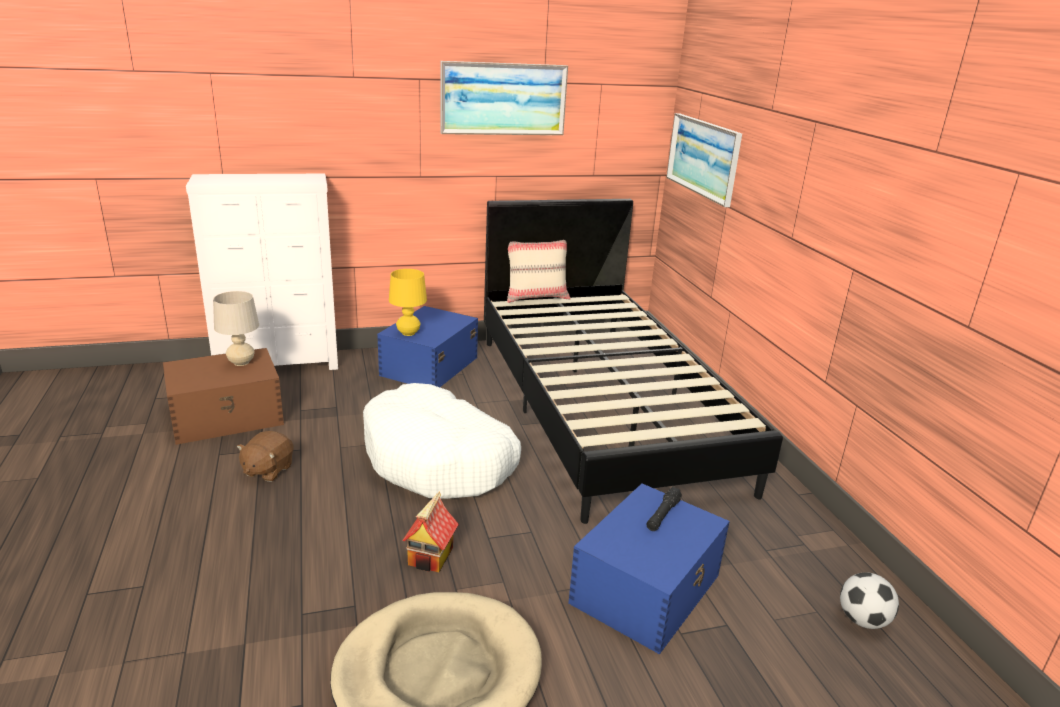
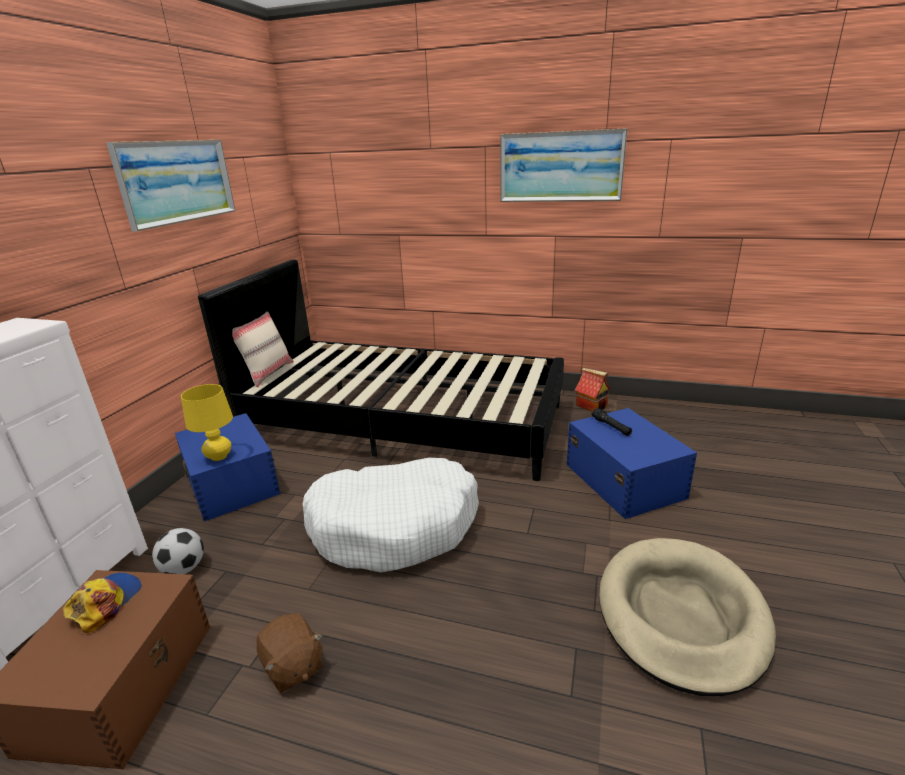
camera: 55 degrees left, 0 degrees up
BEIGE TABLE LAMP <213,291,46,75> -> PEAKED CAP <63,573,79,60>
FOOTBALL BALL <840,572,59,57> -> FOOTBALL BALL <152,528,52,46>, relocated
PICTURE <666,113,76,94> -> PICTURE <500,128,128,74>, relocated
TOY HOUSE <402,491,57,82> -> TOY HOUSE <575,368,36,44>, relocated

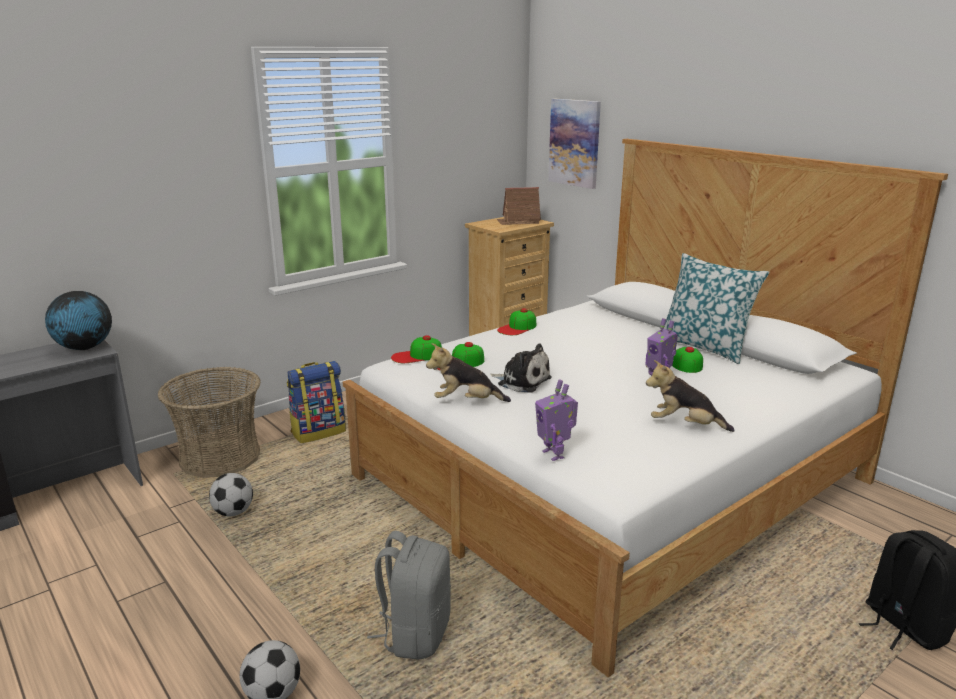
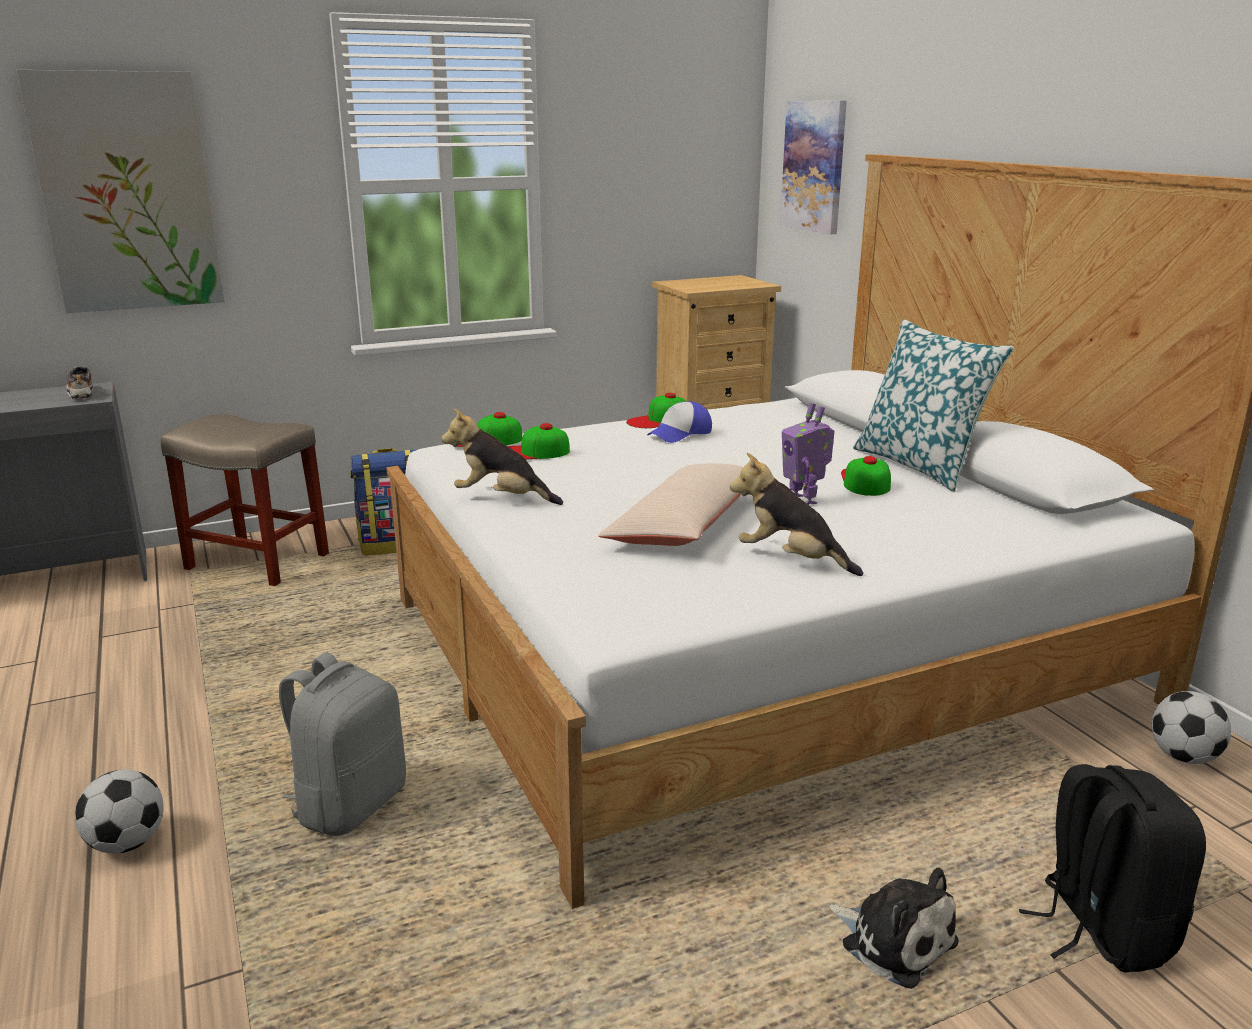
camera: 15 degrees right, 0 degrees up
none -> PICTURE <16,70,208,243>
DESK GLOBE <45,291,67,59> -> SHOE <66,366,27,34>
BASKET <158,367,103,111> -> BEIGE STOOL <161,414,168,172>
none -> BEIGE THROW PILLOW <598,463,145,83>
none -> PEAKED CAP <647,401,65,42>
SOFT TOY <491,344,61,49> -> SOFT TOY <830,868,128,121>, relocated
FOOTBALL BALL <209,473,44,43> -> FOOTBALL BALL <1152,691,79,73>, relocated
TOY HOUSE <497,187,44,38> -> none
TOY ROBOT <535,380,43,81> -> none

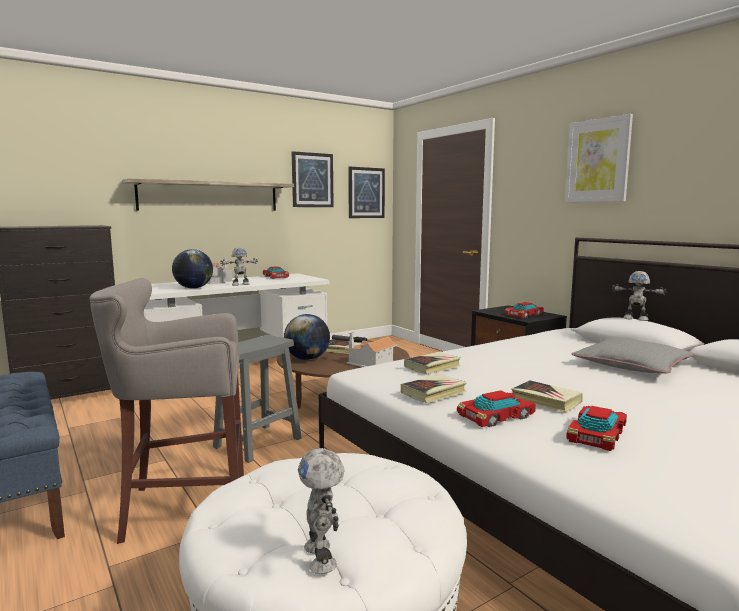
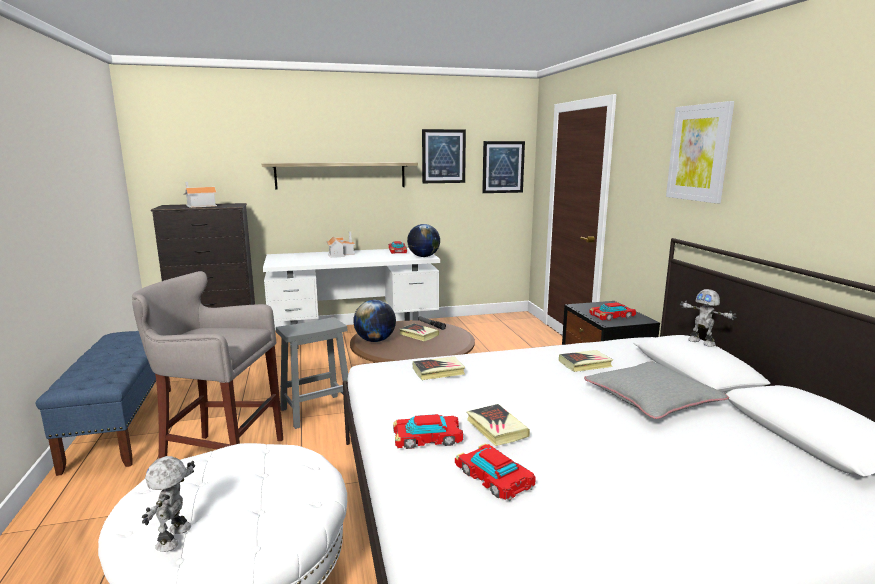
camera: 20 degrees right, 5 degrees up
TOY HOUSE <344,332,53,35> -> TOY HOUSE <183,182,34,26>, relocated
DESK GLOBE <172,249,41,40> -> DESK GLOBE <407,224,33,33>, relocated
MODEL CAR <566,406,61,45> -> MODEL CAR <455,444,81,57>, 90 degrees clockwise
VOLUME <401,374,66,29> -> VOLUME <559,350,54,22>, relocated
TOY ROBOT <220,247,38,39> -> none

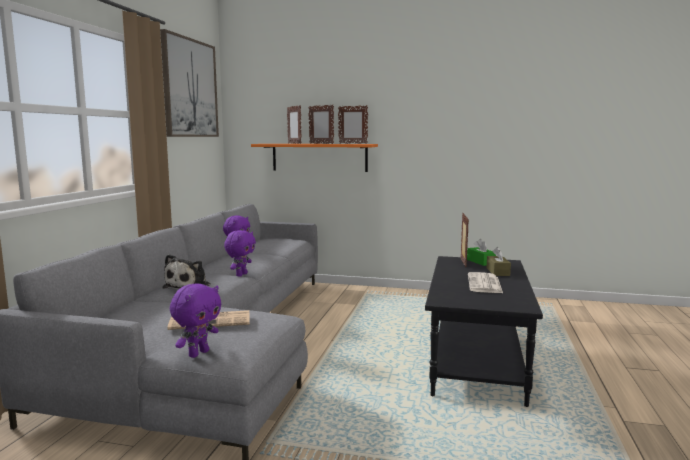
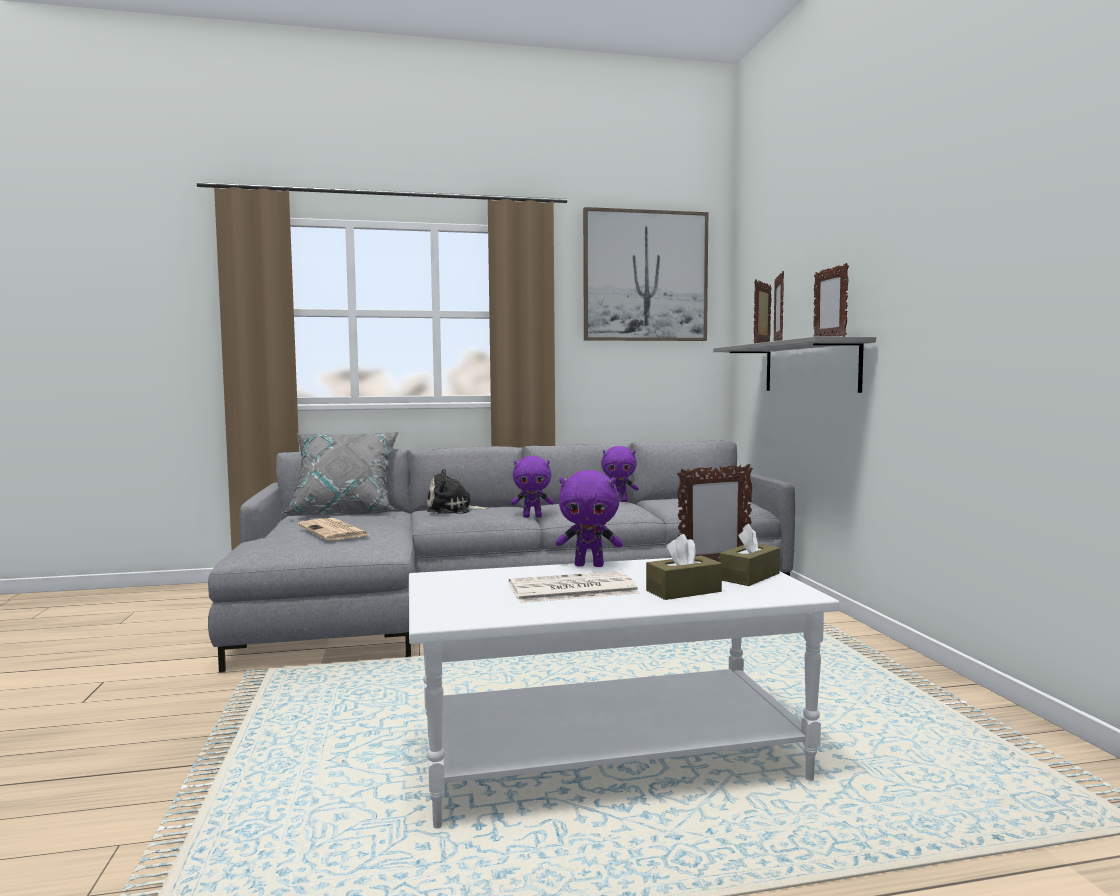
camera: 65 degrees right, 5 degrees down
none -> GREYISH THROW PILLOW <282,432,117,83>
BLACK-COLOURED LOUNGE TABLE <425,256,118,151> -> WHITISH LOUNGE TABLE <409,558,431,271>
PURPLE-COLOURED SOFT TOY <170,283,51,75> -> PURPLE-COLOURED SOFT TOY <556,470,67,97>, relocated
ORANGEY WALL SHELF <251,144,127,28> -> GREYISH WALL SHELF <713,336,163,57>
GREENISH BOX OF TISSUES <467,239,29,27> -> BROWN BOX OF TISSUES <719,524,61,62>

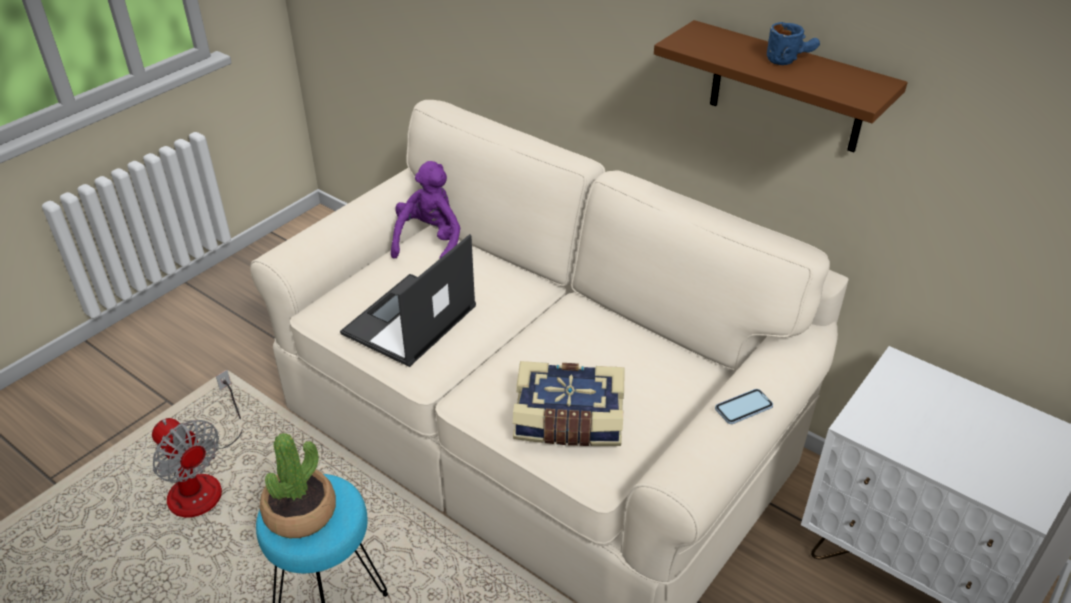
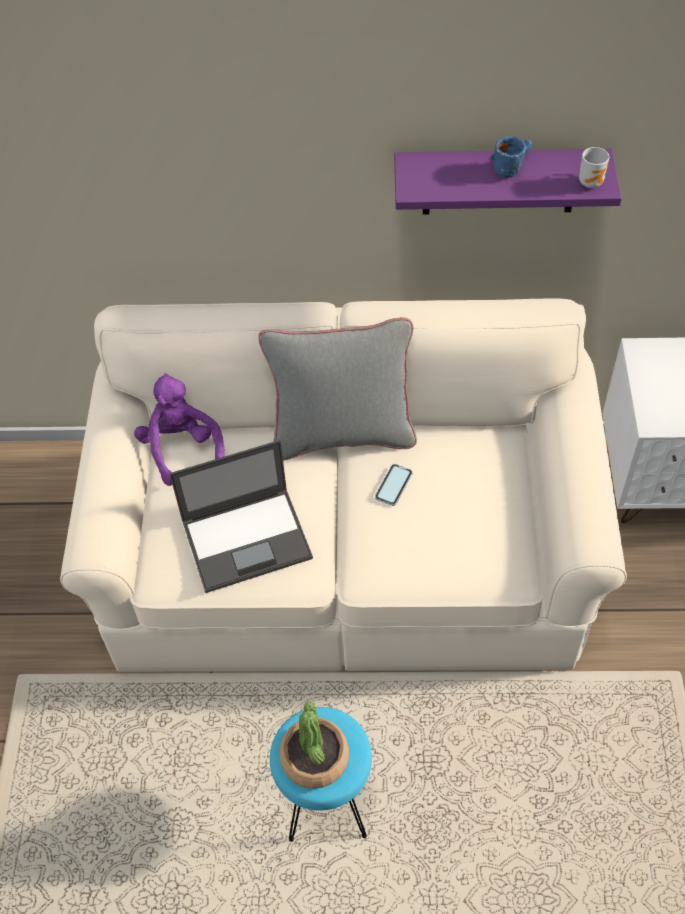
camera: 35 degrees left, 15 degrees up
NOTEBOOK COMPUTER <340,234,136,133> -> NOTEBOOK COMPUTER <170,440,143,153>, 105 degrees counterclockwise
none -> GREYISH THROW PILLOW <258,317,159,144>
TELEPHONE <715,389,58,35> -> TELEPHONE <375,464,37,42>, relocated
BROWN WALL SHELF <654,20,254,132> -> PURPLE-COLOURED WALL SHELF <394,149,228,66>
none -> TEA MUG <579,147,30,41>
ELECTRIC FAN <152,370,91,147> -> none
VOLUME <513,361,112,85> -> none

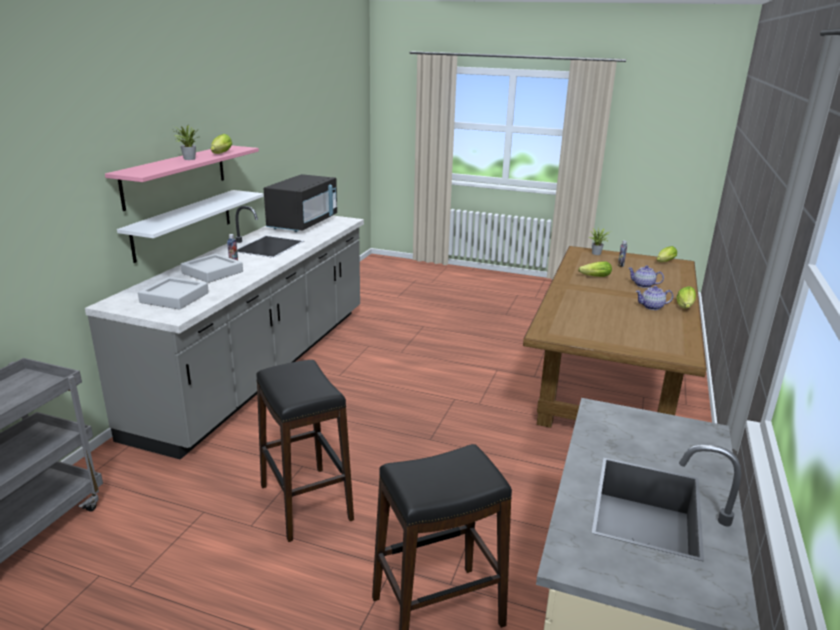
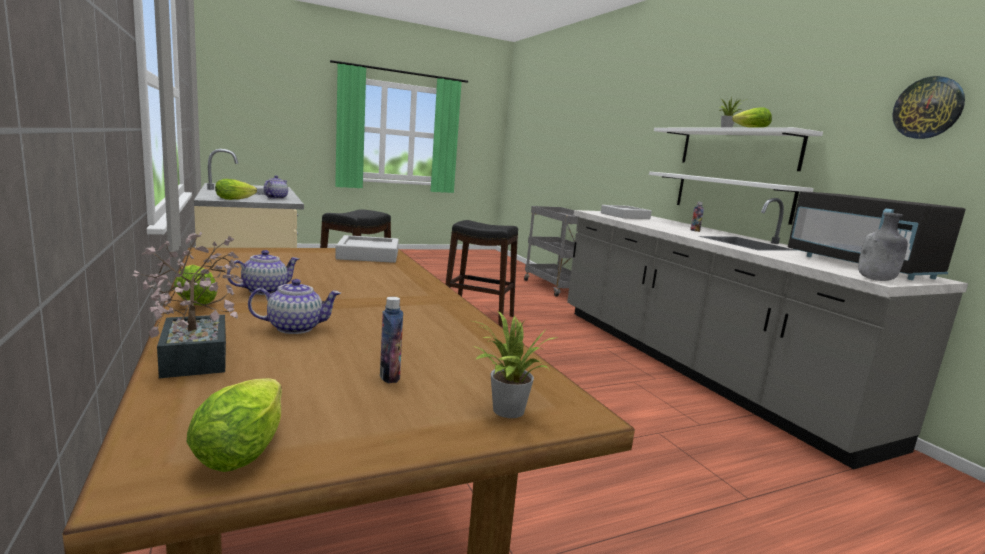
camera: 135 degrees right, 10 degrees down
none -> POTTED PLANT <133,232,110,146>
LETTUCE HEAD <578,261,34,16> -> LETTUCE HEAD <215,179,42,21>, relocated
none -> TEAPOT <264,175,24,24>
GREYISH TRAY <181,254,62,29> -> GREYISH TRAY <335,235,64,28>, relocated
PINK-COLOURED WALL SHELF <105,146,154,65> -> WHITISH WALL SHELF <654,127,169,44>
none -> GREYISH BEVERAGE BOTTLE <858,212,50,69>
none -> WALL CLOCK <892,76,73,63>

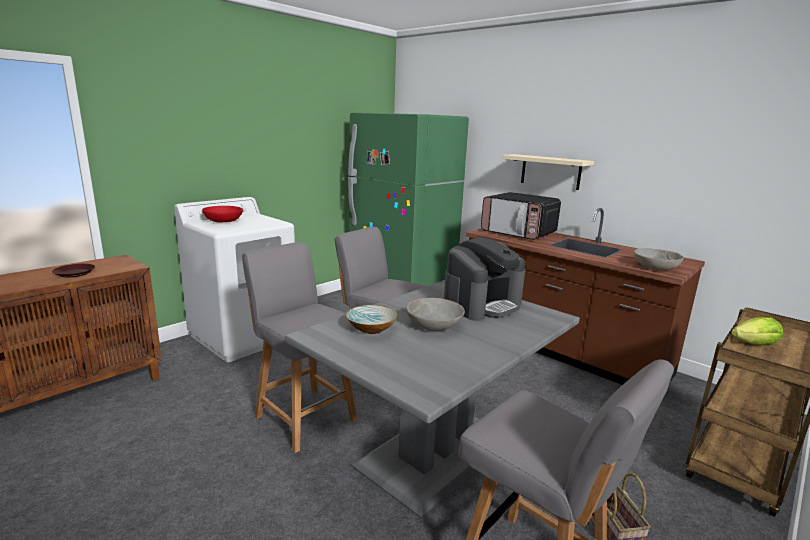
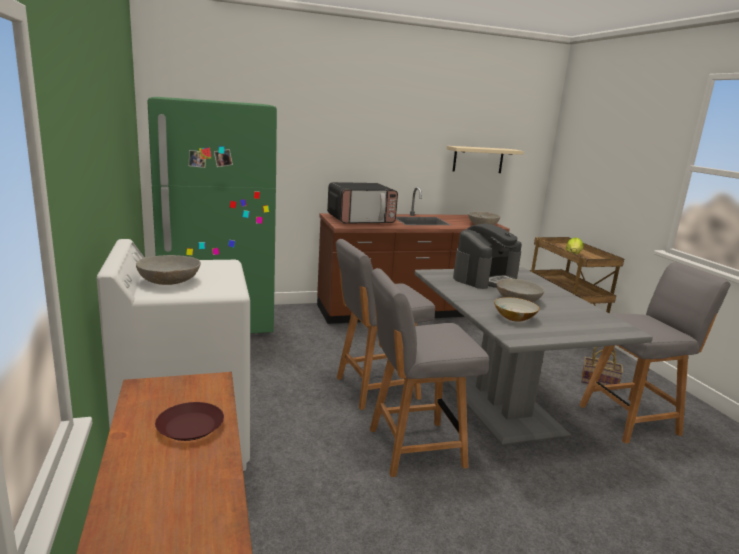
camera: 60 degrees left, 0 degrees up
RED-COLOURED DEEP DISH <202,206,41,16> -> GREYISH DEEP DISH <136,255,65,30>
BEIGE WALL SHELF <502,154,92,36> -> BEIGE WALL SHELF <447,146,77,27>, relocated
COFFEE BREWER <444,237,81,84> -> COFFEE BREWER <453,223,69,66>, 60 degrees clockwise

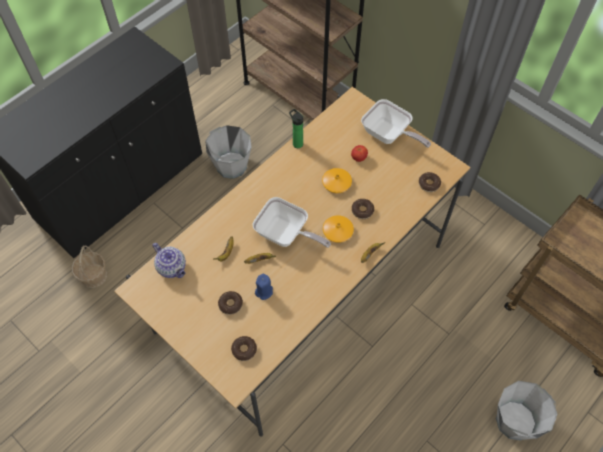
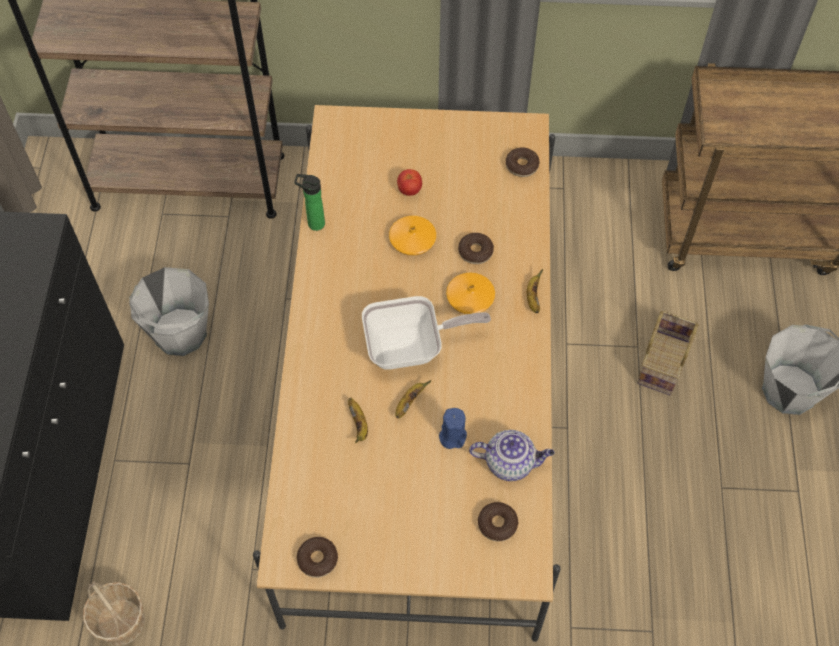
camera: 40 degrees left, 0 degrees up
DOUGHNUT <218,291,25,24> -> DOUGHNUT <297,537,41,41>, relocated
TEAPOT <152,243,34,35> -> TEAPOT <469,430,85,51>, relocated
none -> BASKET <637,311,61,84>
FRYING PAN <361,99,70,49> -> none

